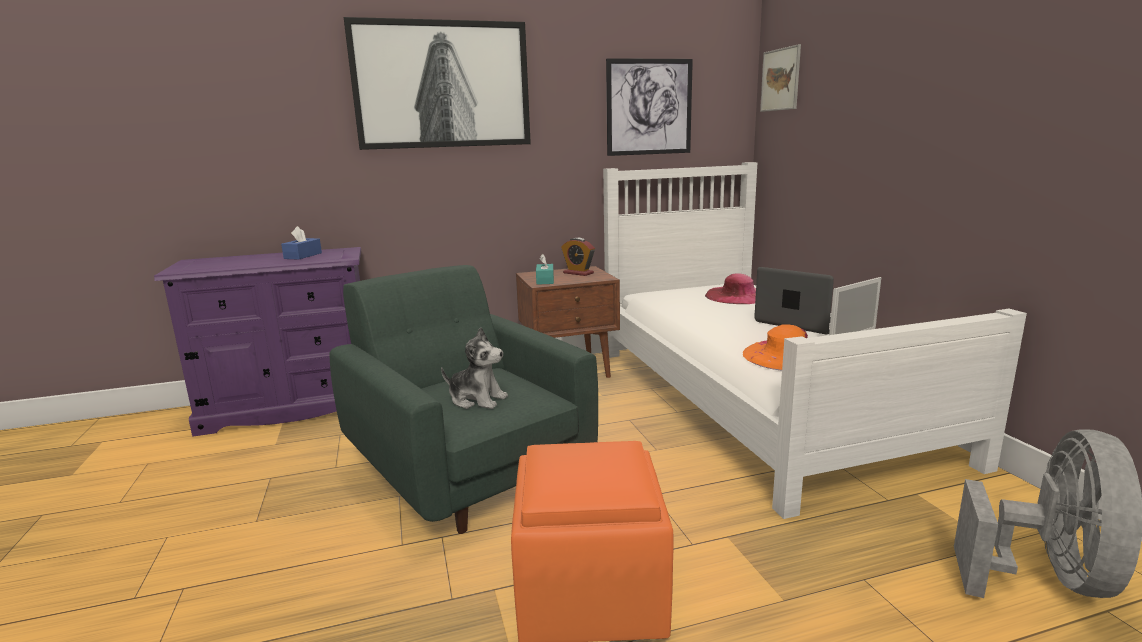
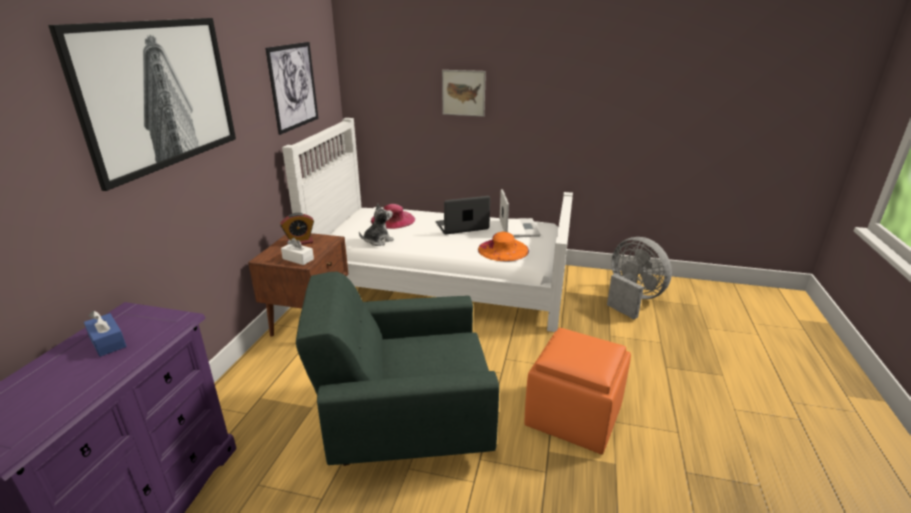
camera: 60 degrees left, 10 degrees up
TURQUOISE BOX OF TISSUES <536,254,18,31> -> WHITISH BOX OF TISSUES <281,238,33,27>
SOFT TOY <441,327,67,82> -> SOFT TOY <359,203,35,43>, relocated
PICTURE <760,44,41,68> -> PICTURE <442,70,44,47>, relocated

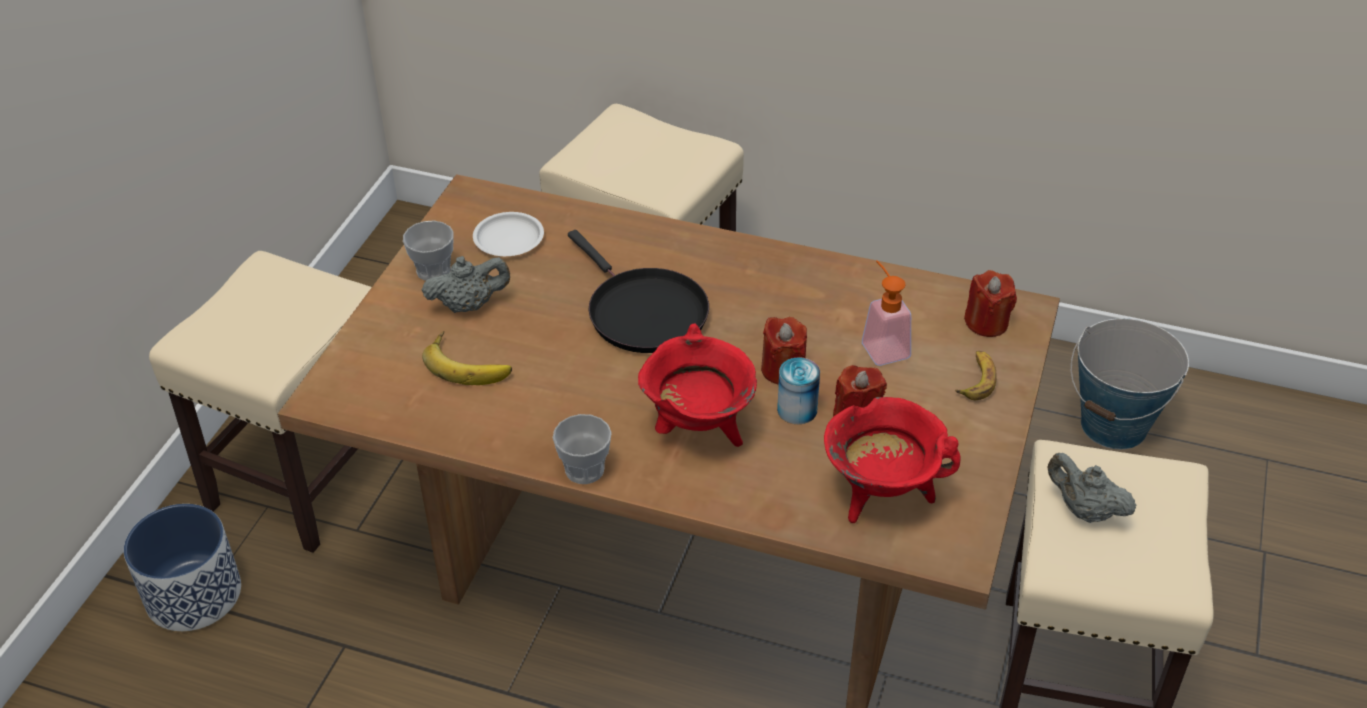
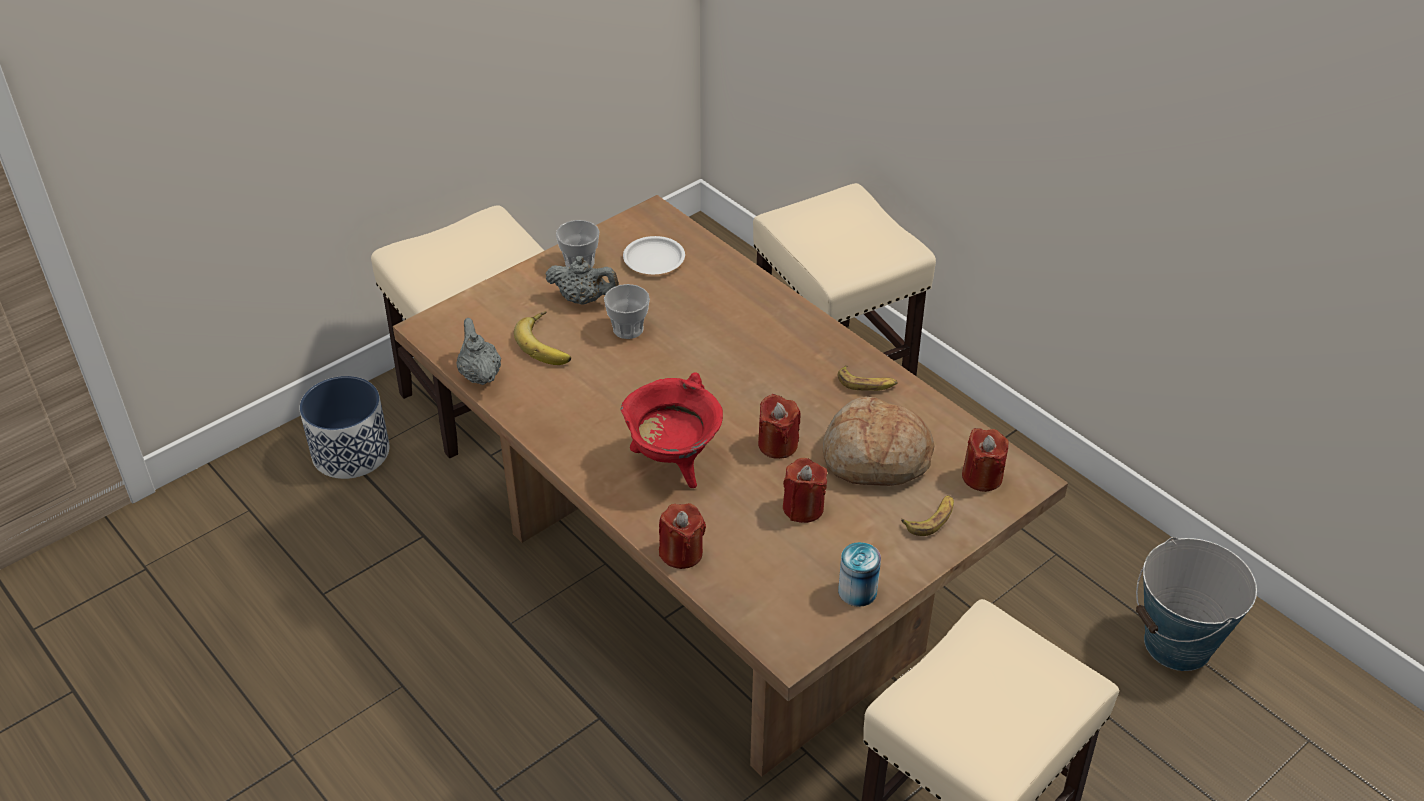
camera: 30 degrees right, 0 degrees up
GREYISH TEAPOT <1048,453,88,70> -> GREYISH TEAPOT <456,318,45,67>, relocated
CUP <553,414,59,70> -> CUP <604,284,46,55>, relocated
none -> RED-COLOURED WAX LIGHT <659,503,47,66>
LIQUID SOAP BOTTLE <862,260,49,106> -> BREAD <823,396,111,90>
none -> BANANA <838,365,60,26>
CAN <777,357,43,67> -> CAN <838,542,43,65>, relocated
BLACK-COLOURED FRYING PAN <568,230,141,123> -> none
RED-COLOURED STOCKPOT <824,397,137,126> -> none

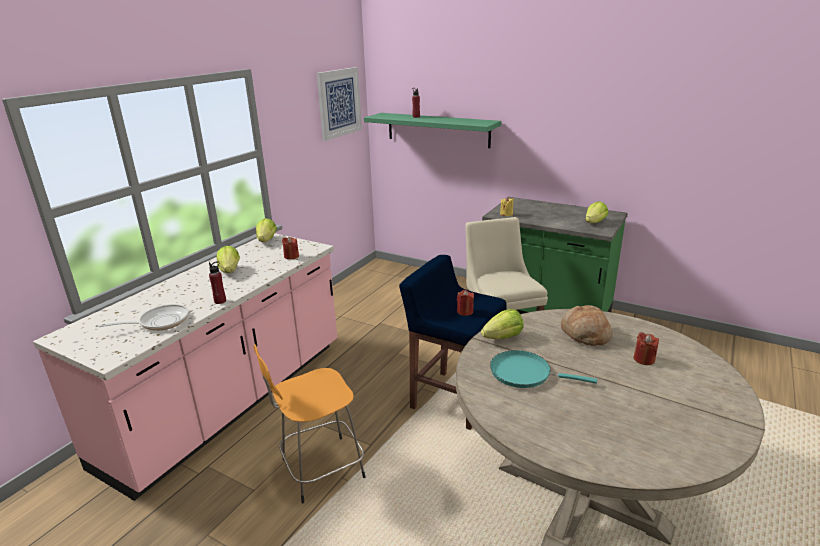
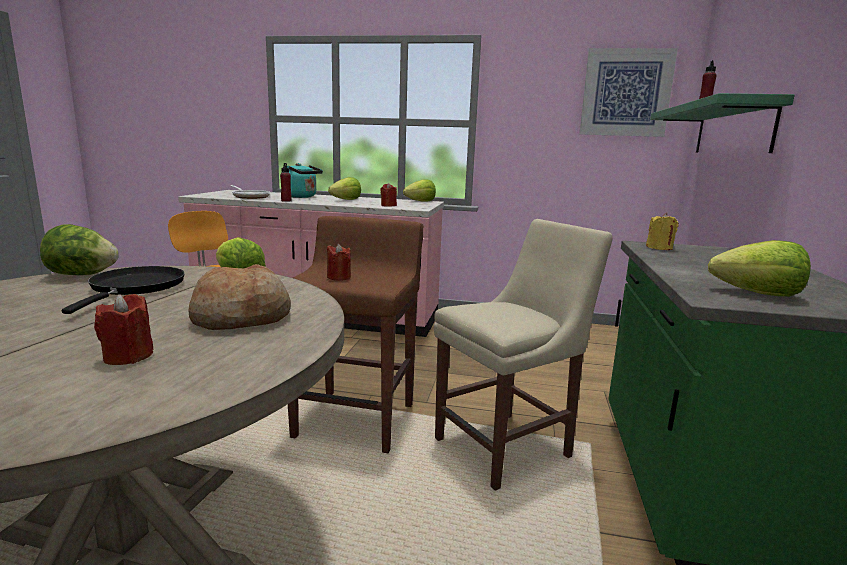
camera: 70 degrees right, 10 degrees down
none -> LETTUCE HEAD <40,224,79,51>
TURQUOISE FRYING PAN <490,350,107,38> -> BLACK-COLOURED FRYING PAN <62,266,123,48>
none -> TURQUOISE TEA KETTLE <287,163,36,35>
BLUISH STOOL <399,255,108,175> -> BROWN STOOL <288,216,135,237>

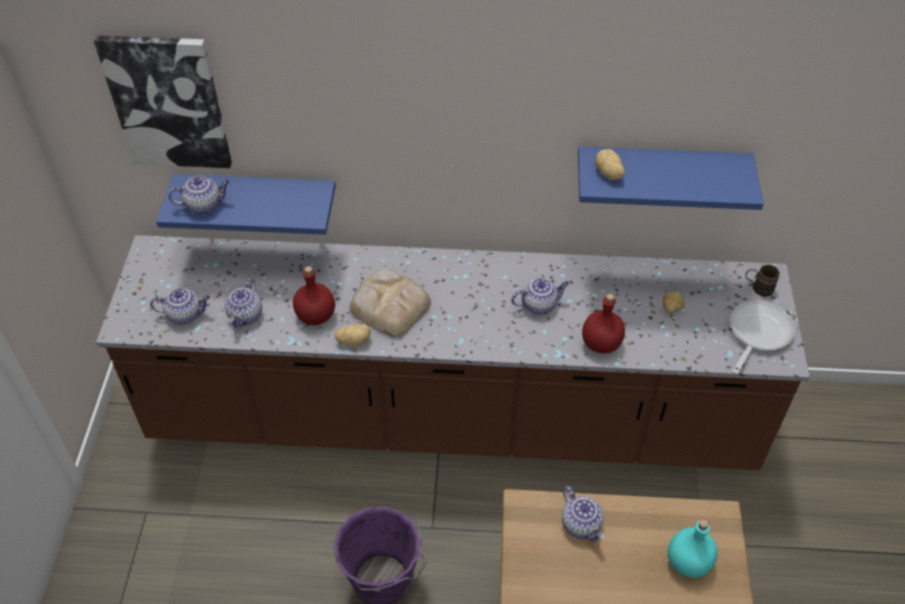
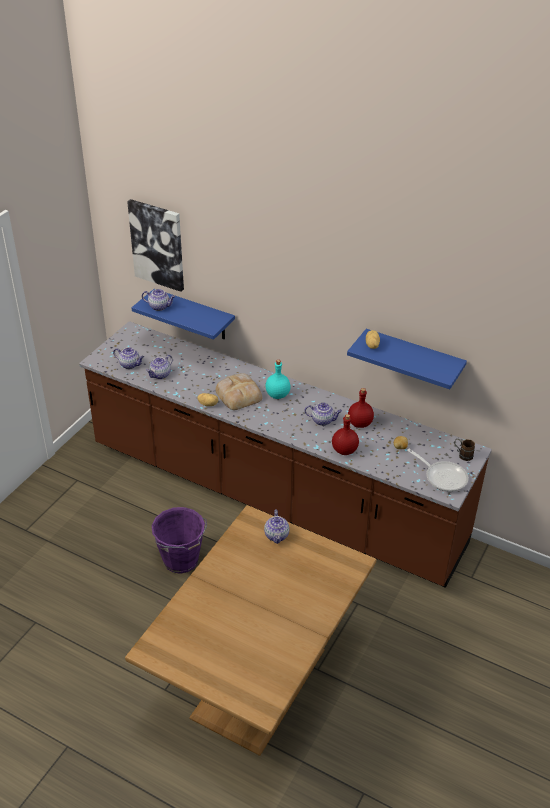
camera: 25 degrees right, 10 degrees down
TURQUOISE BEVERAGE BOTTLE <668,519,50,59> -> TURQUOISE BEVERAGE BOTTLE <265,360,26,39>, relocated
RED-COLOURED BEVERAGE BOTTLE <293,266,42,59> -> RED-COLOURED BEVERAGE BOTTLE <348,388,26,40>, relocated
FRYING PAN <730,301,65,73> -> FRYING PAN <407,449,62,43>, 75 degrees clockwise

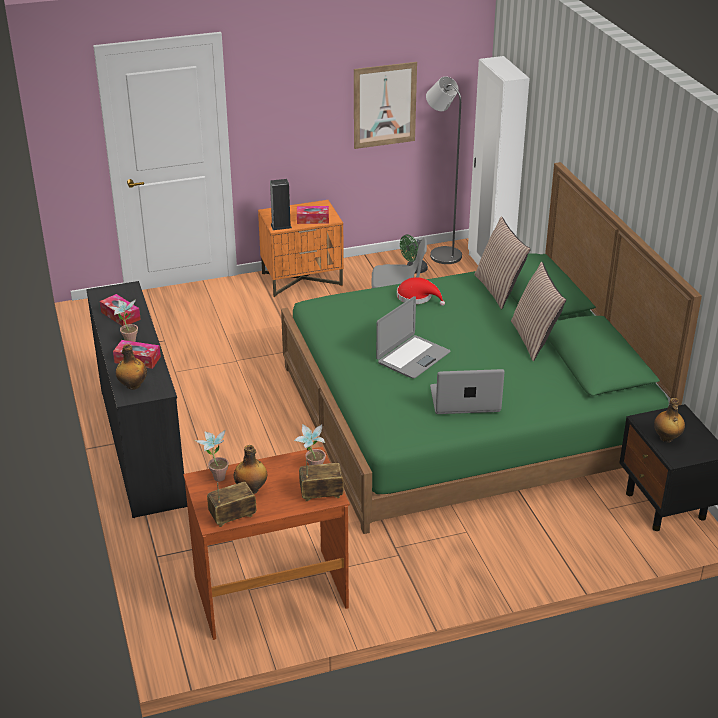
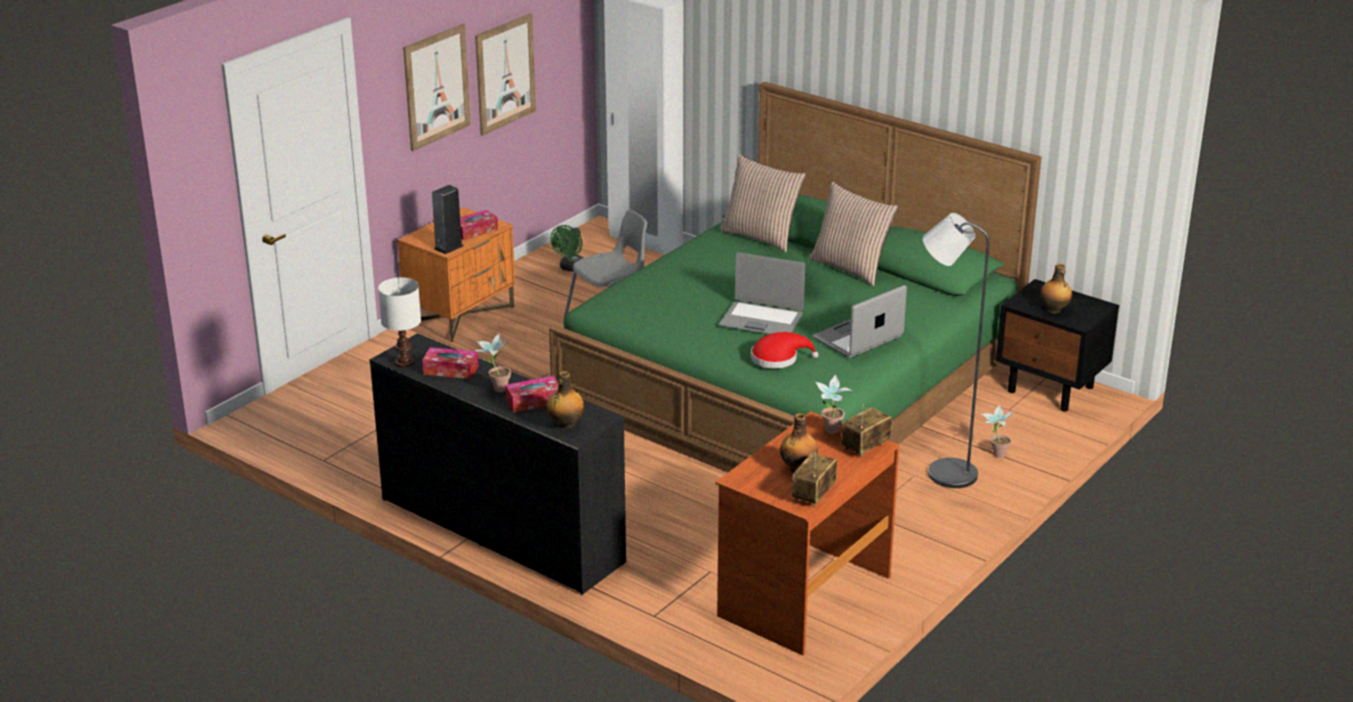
camera: 35 degrees left, 5 degrees down
none -> WHITISH TABLE LAMP <378,277,43,90>
none -> PICTURE <403,24,68,127>
NOTEBOOK COMPUTER <376,296,74,82> -> NOTEBOOK COMPUTER <719,252,86,82>, 105 degrees clockwise
RED-COLOURED CLOTHING HAT <397,277,48,29> -> RED-COLOURED CLOTHING HAT <751,332,68,37>, relocated
GREYISH STANDARD LAMP <426,76,36,188> -> GREYISH STANDARD LAMP <923,213,66,275>, relocated
POTTED PLANT <195,430,34,51> -> POTTED PLANT <981,405,32,53>, relocated

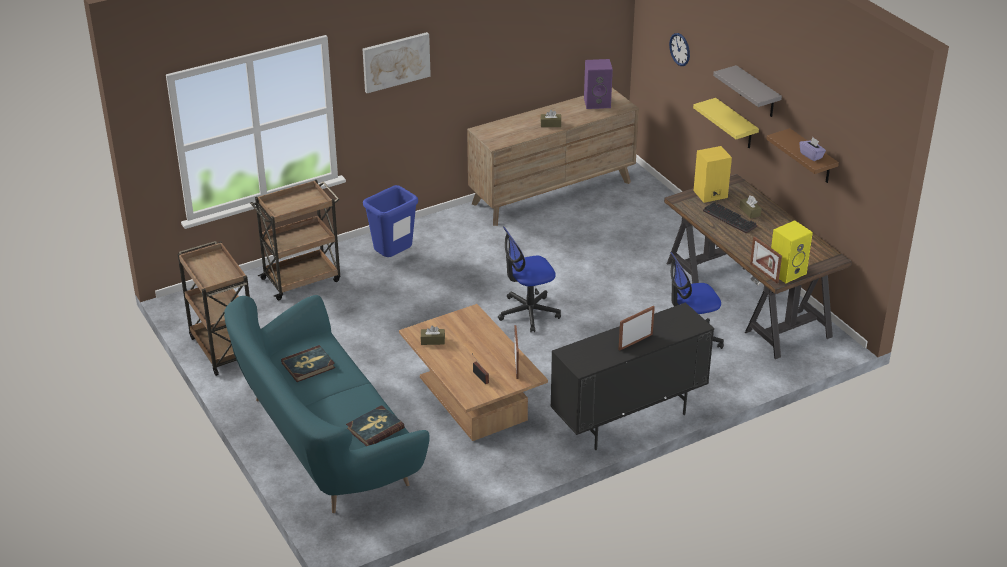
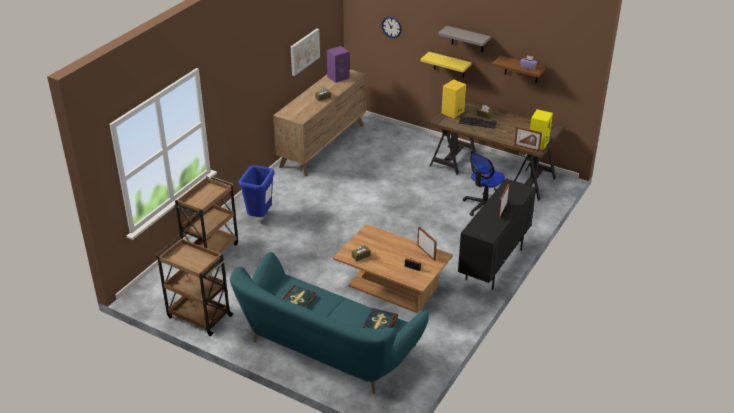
camera: 30 degrees left, 0 degrees up
PICTURE <363,32,68,61> -> PICTURE <291,29,29,47>, relocated
COMPUTER CHAIR <498,227,63,105> -> none

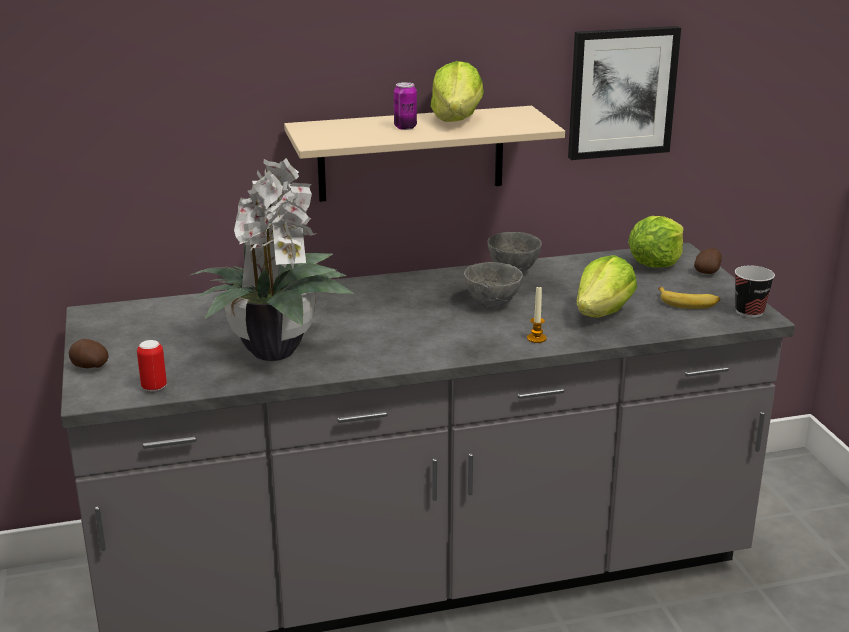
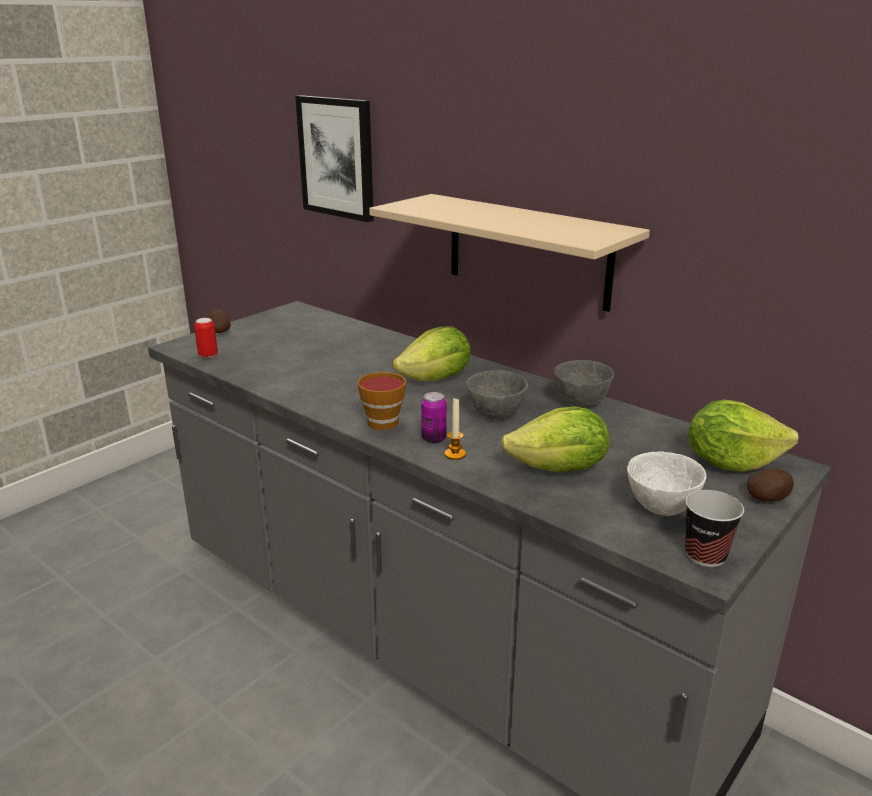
camera: 55 degrees right, 0 degrees up
PICTURE <568,26,113,134> -> PICTURE <295,95,79,127>, relocated
none -> CUP <357,372,49,58>
LETTUCE HEAD <431,61,53,61> -> LETTUCE HEAD <393,326,78,55>, relocated
CAN <394,82,23,48> -> CAN <421,392,26,51>, relocated
BANANA <658,287,62,22> -> WHITISH DEEP DISH <627,452,79,64>
POTTED PLANT <191,158,164,203> -> none

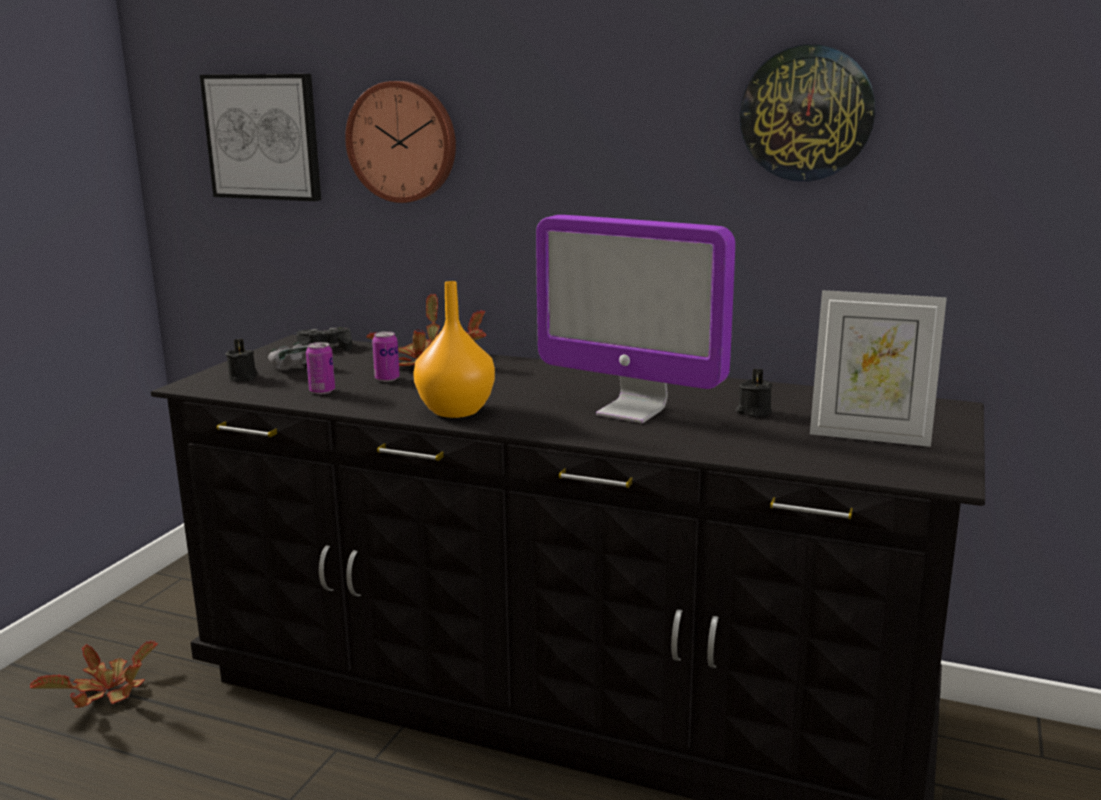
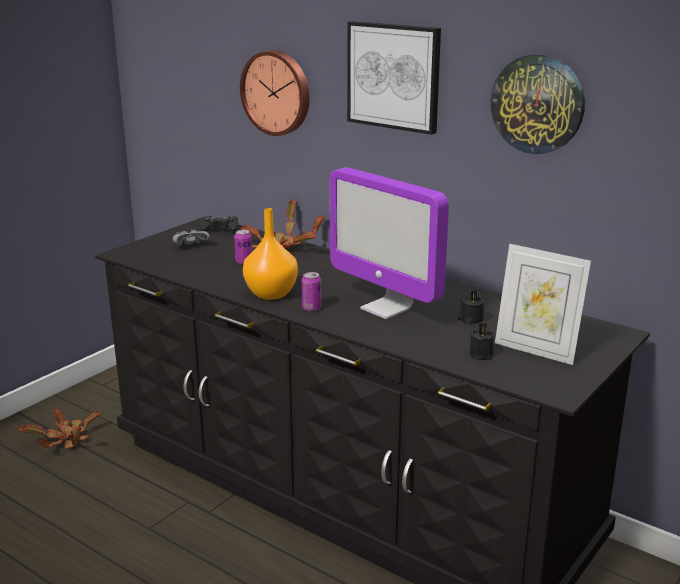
camera: 15 degrees right, 5 degrees up
CAN <306,342,29,52> -> CAN <302,272,19,39>, relocated
PICTURE <200,74,121,127> -> PICTURE <347,21,94,114>, relocated
BLACK-COLOURED WAX LIGHT <225,339,33,43> -> BLACK-COLOURED WAX LIGHT <470,322,24,38>, relocated

